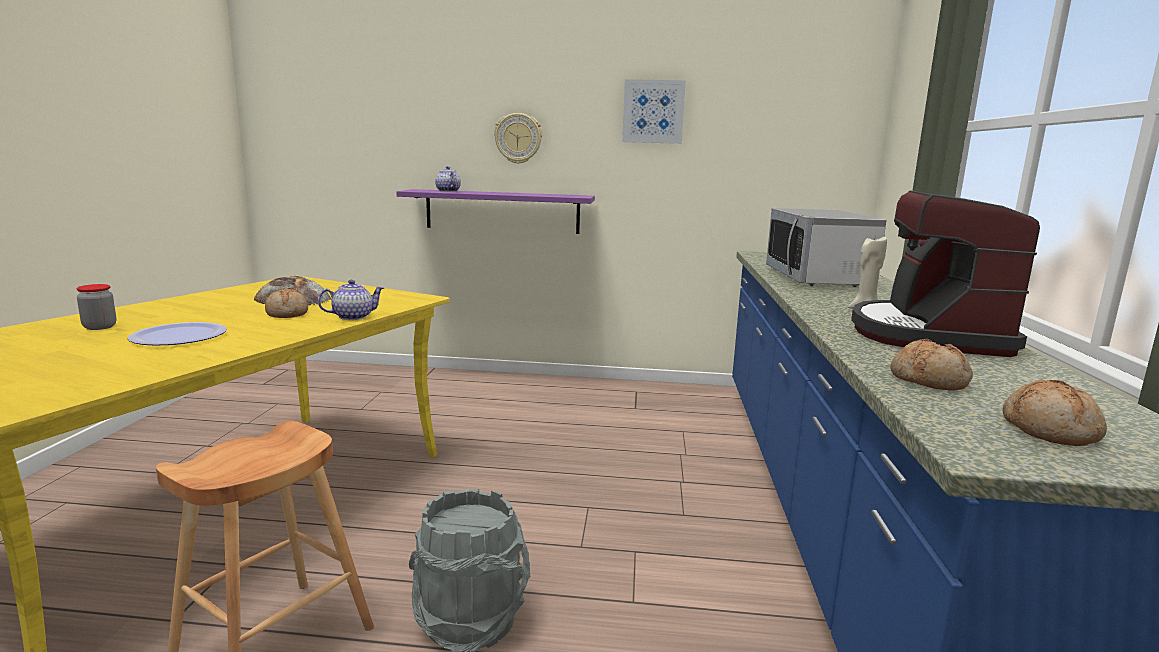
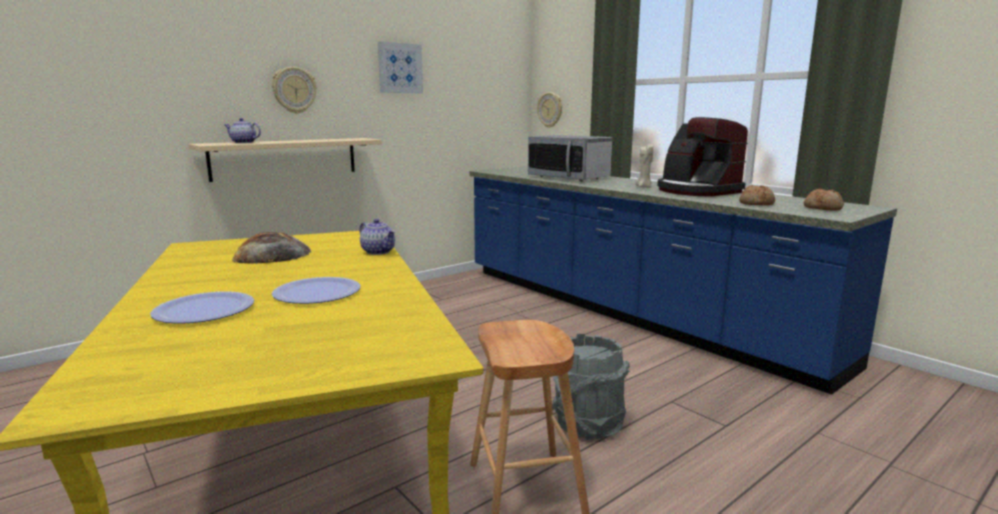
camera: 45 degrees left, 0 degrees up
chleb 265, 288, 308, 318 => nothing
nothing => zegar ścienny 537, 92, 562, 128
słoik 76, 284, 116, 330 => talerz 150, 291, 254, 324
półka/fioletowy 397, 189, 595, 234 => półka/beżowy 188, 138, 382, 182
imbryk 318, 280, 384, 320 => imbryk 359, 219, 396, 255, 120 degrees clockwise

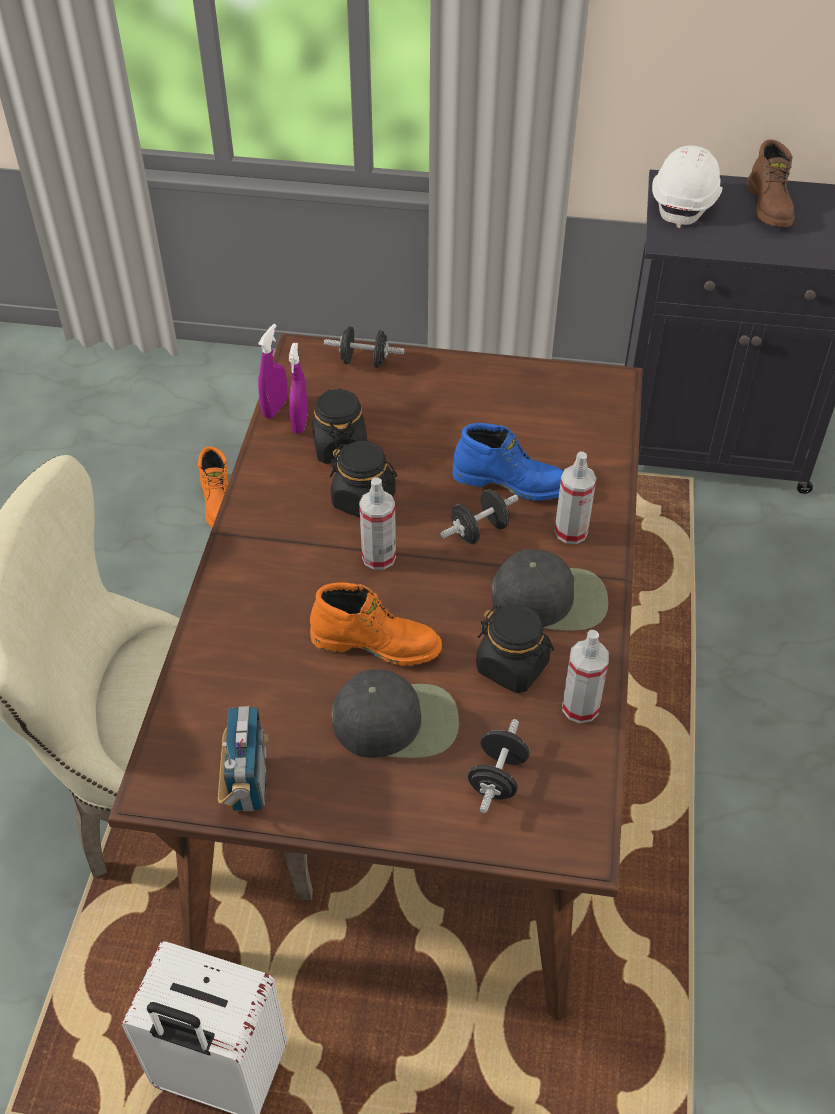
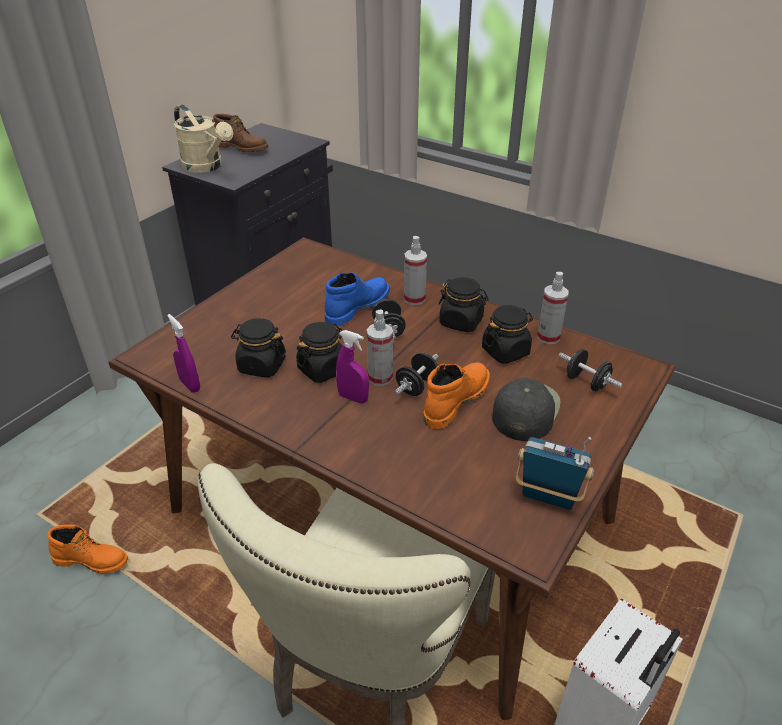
camera: 65 degrees left, 10 degrees down
spryskiwacz/fioletowy 289, 343, 308, 434 => spryskiwacz/fioletowy 336, 330, 369, 403, move
hantel/czarny 324, 326, 404, 368 => hantel/czarny 395, 352, 438, 396, move
czapka z daszkiem/czarny 491, 549, 608, 631 => słoik/czarny 438, 277, 489, 332
kask/biały 652, 145, 723, 228 => konewka/beżowy 174, 105, 233, 173

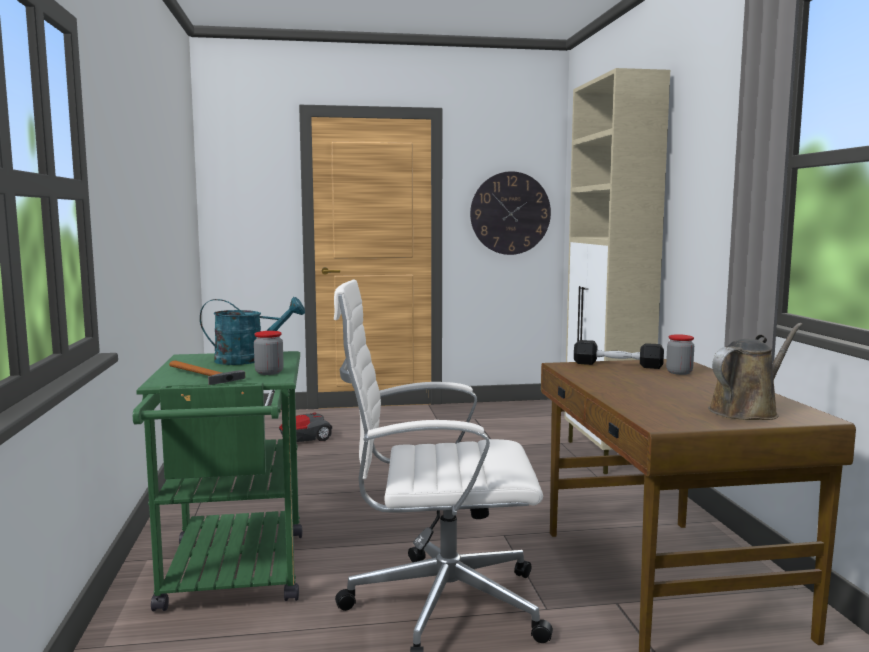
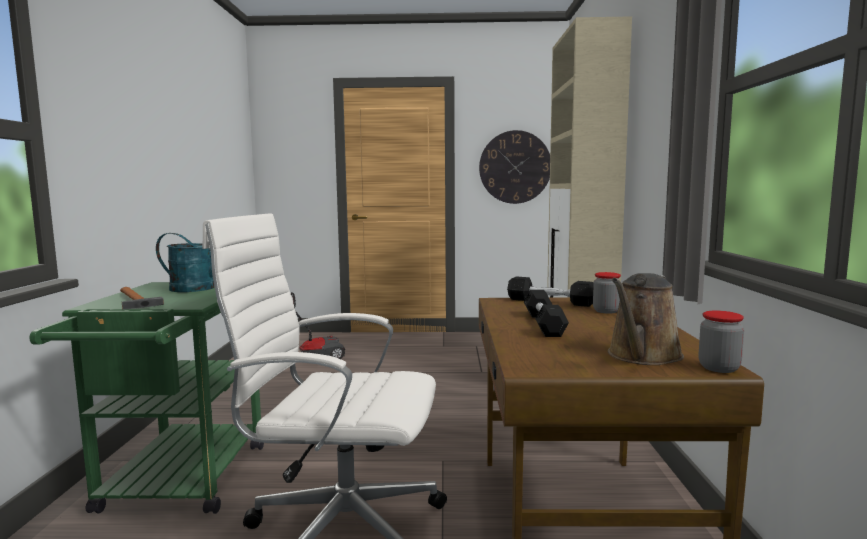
camera: 10 degrees right, 0 degrees up
nothing => hantel/czarny 524, 290, 569, 337
słoik 254, 331, 284, 375 => słoik 698, 310, 744, 373, move
konewka/brązowy 708, 323, 803, 420 => konewka/brązowy 608, 273, 684, 365, 150 degrees clockwise

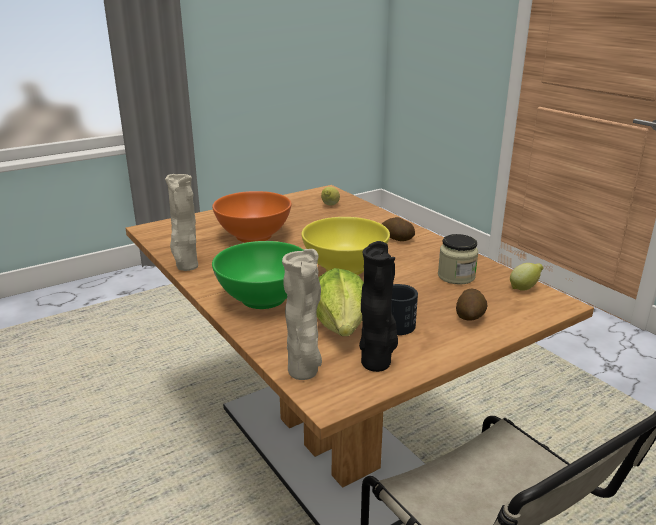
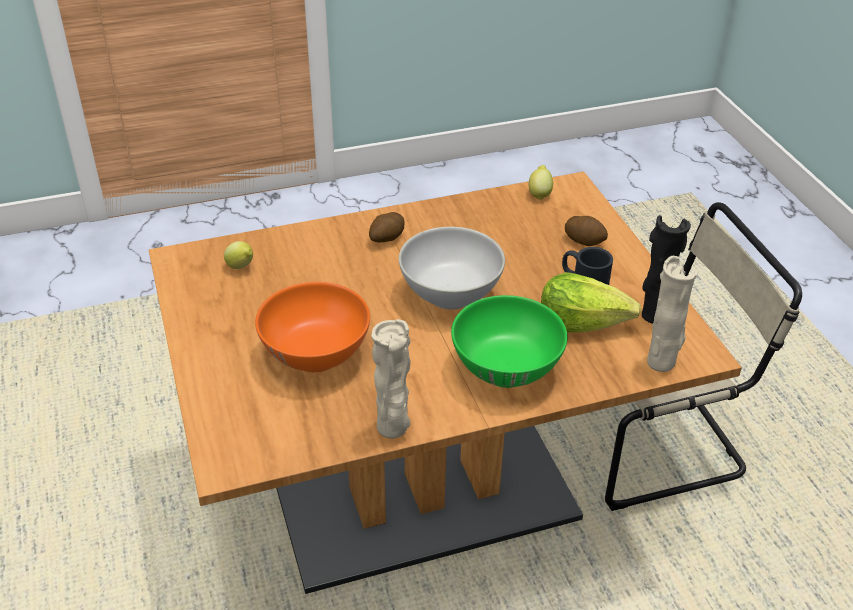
camera: 75 degrees left, 15 degrees up
słoik 438, 234, 478, 285 => nothing
miska/żółty 301, 217, 390, 275 => miska/biały 399, 227, 505, 310

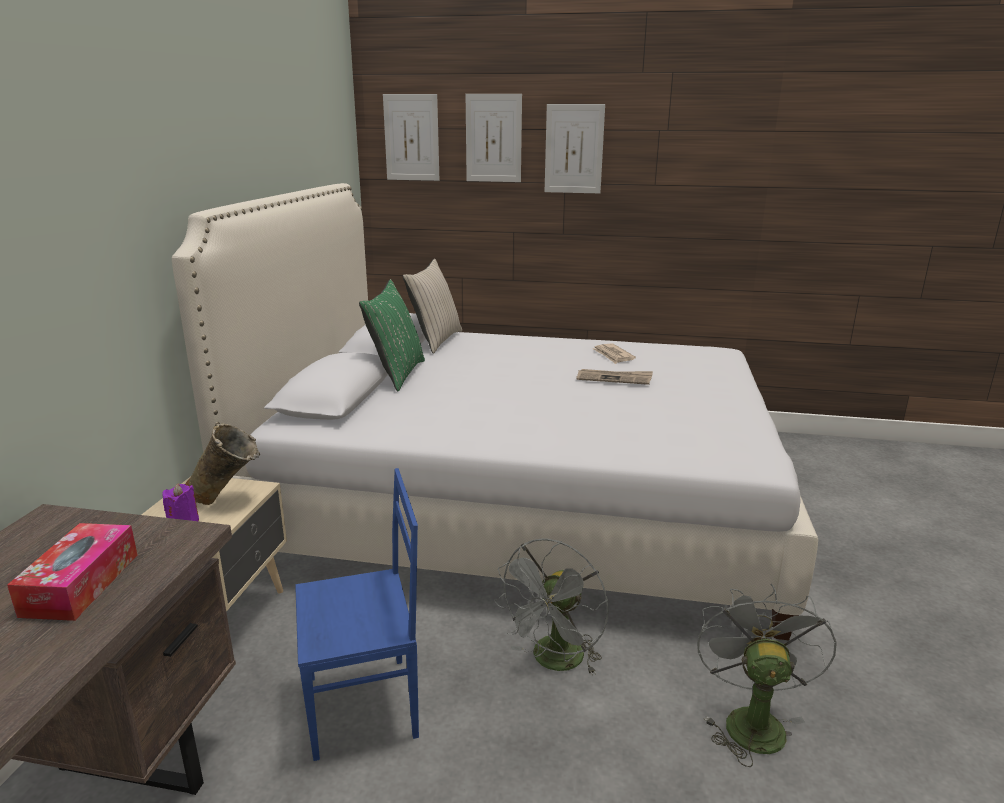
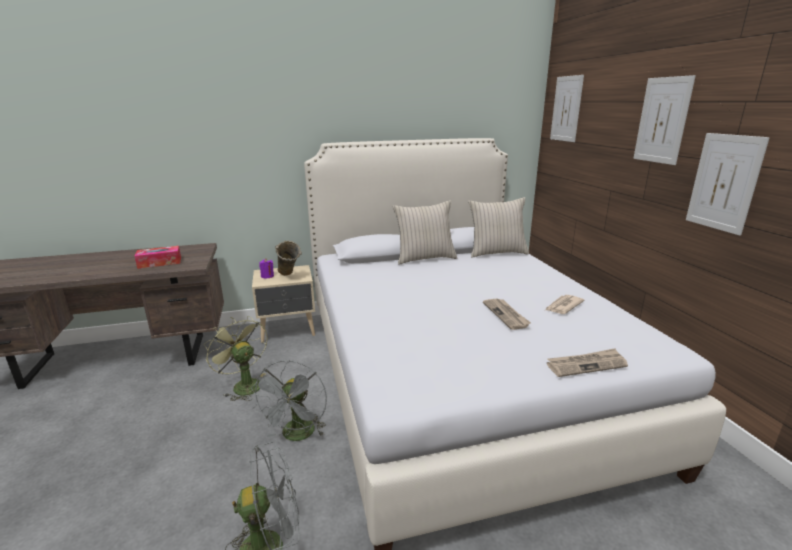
camera: 65 degrees right, 0 degrees up
nothing => gazeta 547, 348, 628, 377
obraz 466, 94, 522, 182 => obraz 686, 133, 770, 236, move
krzesło/niebieski 295, 468, 419, 761 => wentylator/zielony 204, 316, 268, 401
poduszka/zielony 359, 279, 425, 391 => poduszka/beżowy 392, 200, 457, 265
wentylator/szary 494, 539, 608, 676 => wentylator/szary 251, 360, 327, 441, 90 degrees counterclockwise

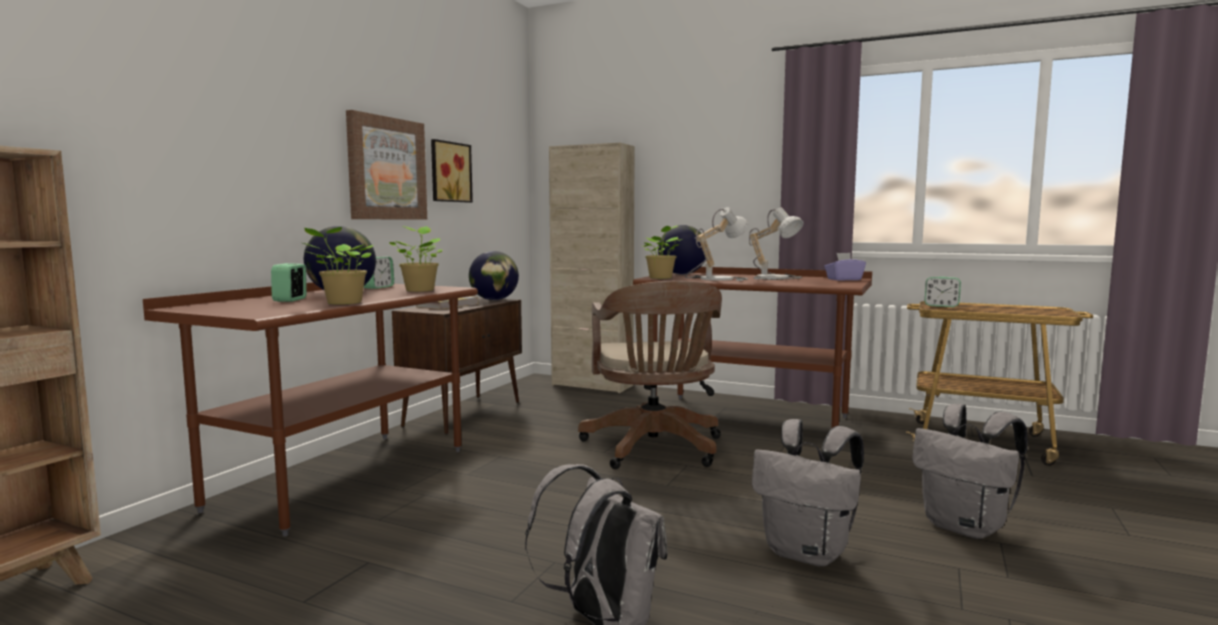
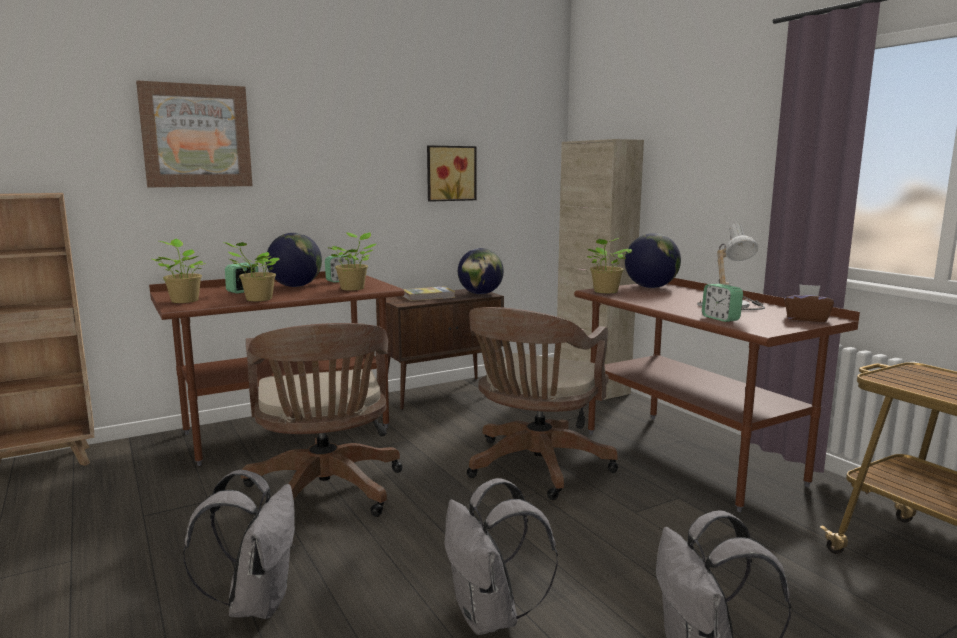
camera: 35 degrees right, 5 degrees up
lampa stołowa 685, 207, 749, 281 => nothing
nothing => roślina doniczkowa 152, 239, 206, 303
nothing => krzesło biurowe/brązowy 241, 323, 403, 517
obraz 346, 110, 427, 220 => obraz 136, 80, 253, 187, move
budzik 925, 277, 961, 307 => budzik 702, 284, 743, 322, move
pudełko chusteczek/fioletowy 824, 253, 866, 281 => pudełko chusteczek/brązowy 784, 284, 834, 322

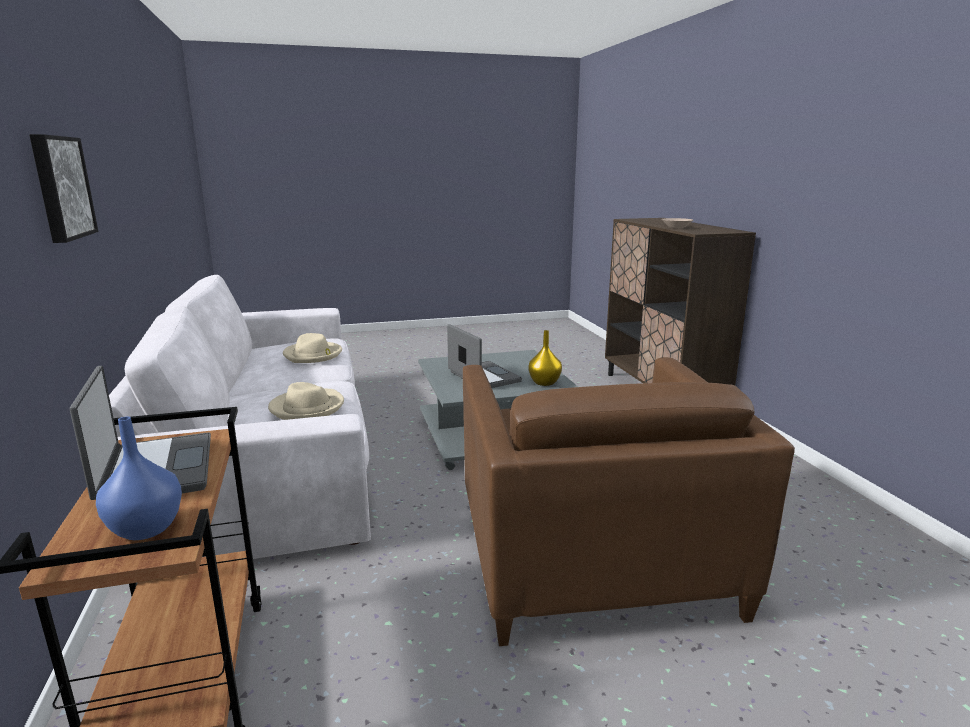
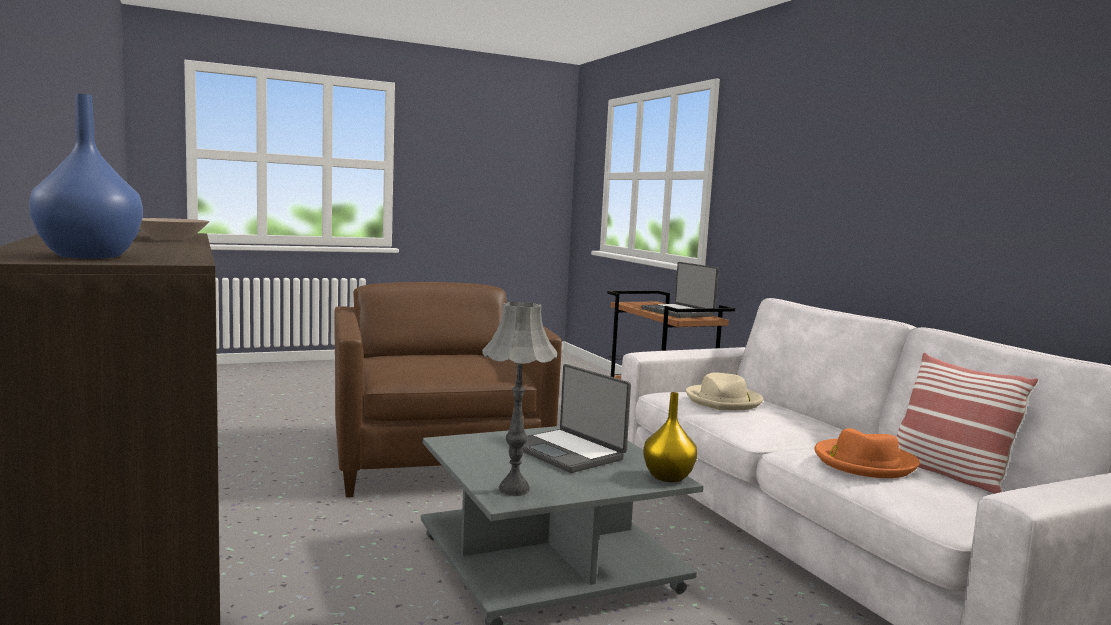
camera: 170 degrees right, 10 degrees down
obraz 29, 134, 98, 243 => nothing
nothing => lampa stołowa/szary 482, 302, 557, 496
nothing => poduszka 896, 353, 1038, 494
wazon/niebieski 96, 416, 182, 540 => wazon/niebieski 29, 94, 143, 259, move
wazon/żółty 528, 330, 562, 386 => wazon/żółty 643, 392, 697, 482, move
kapelusz/beżowy 283, 333, 342, 363 => kapelusz/pomarańczowy 815, 428, 920, 478

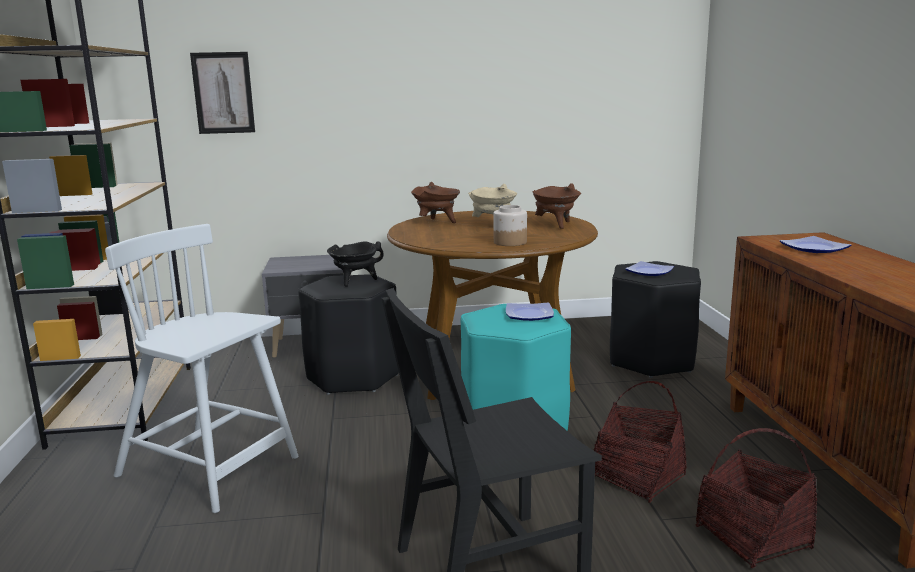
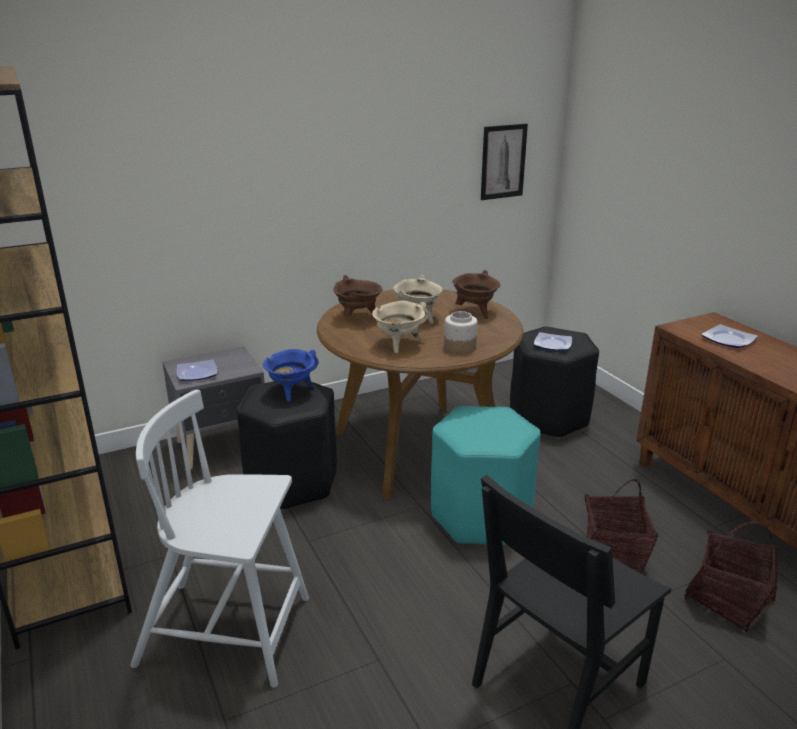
camera: 20 degrees left, 10 degrees up
nothing => garnek/beżowy 372, 301, 428, 354
obraz 190, 52, 255, 134 => obraz 481, 124, 528, 200, move
talerz 506, 303, 554, 321 => talerz 177, 359, 217, 381, move
garnek/czarny 327, 241, 384, 287 => garnek/niebieski 263, 349, 319, 402

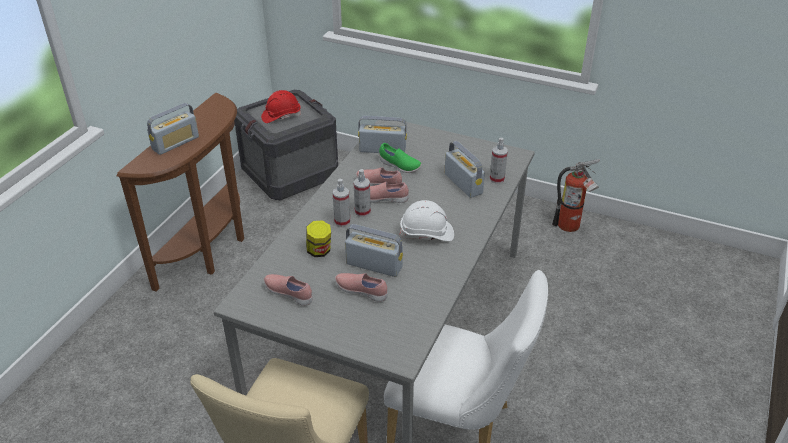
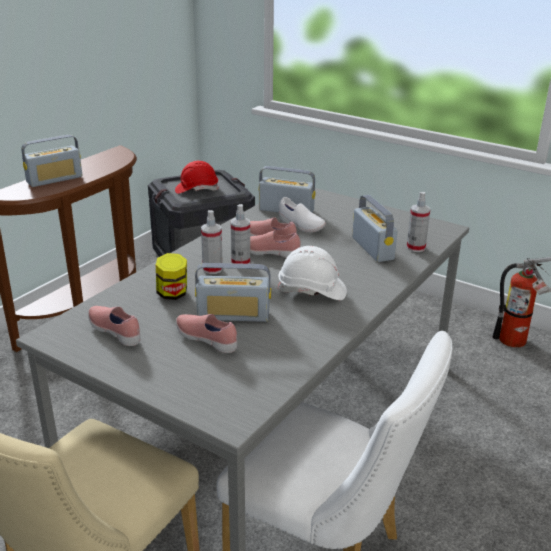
camera: 10 degrees right, 10 degrees down
but/zielony 379, 143, 422, 173 => but/biały 279, 197, 326, 233
radio 345, 224, 403, 277 => radio 195, 263, 271, 322, 150 degrees clockwise

